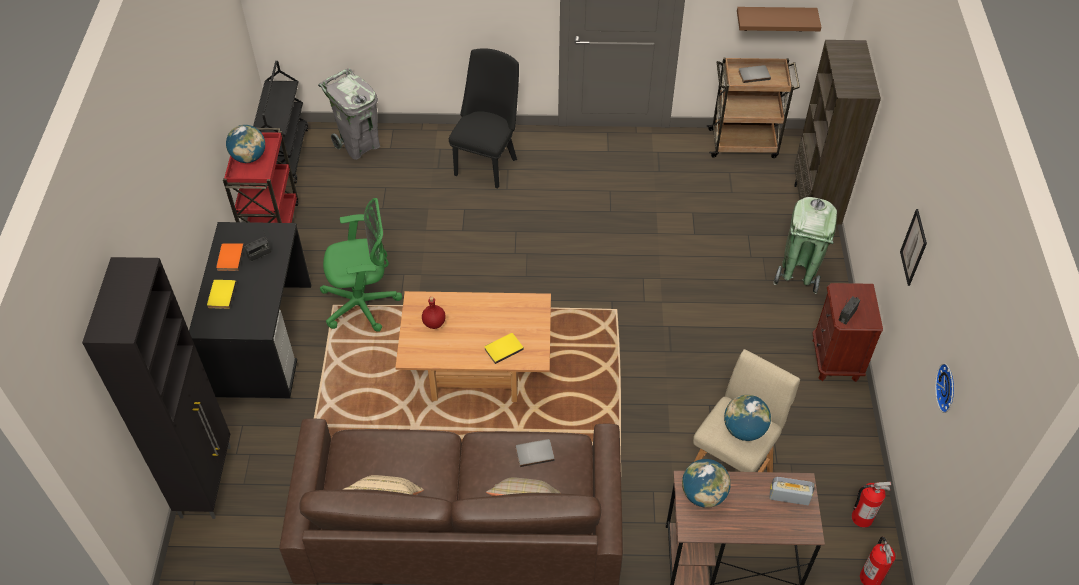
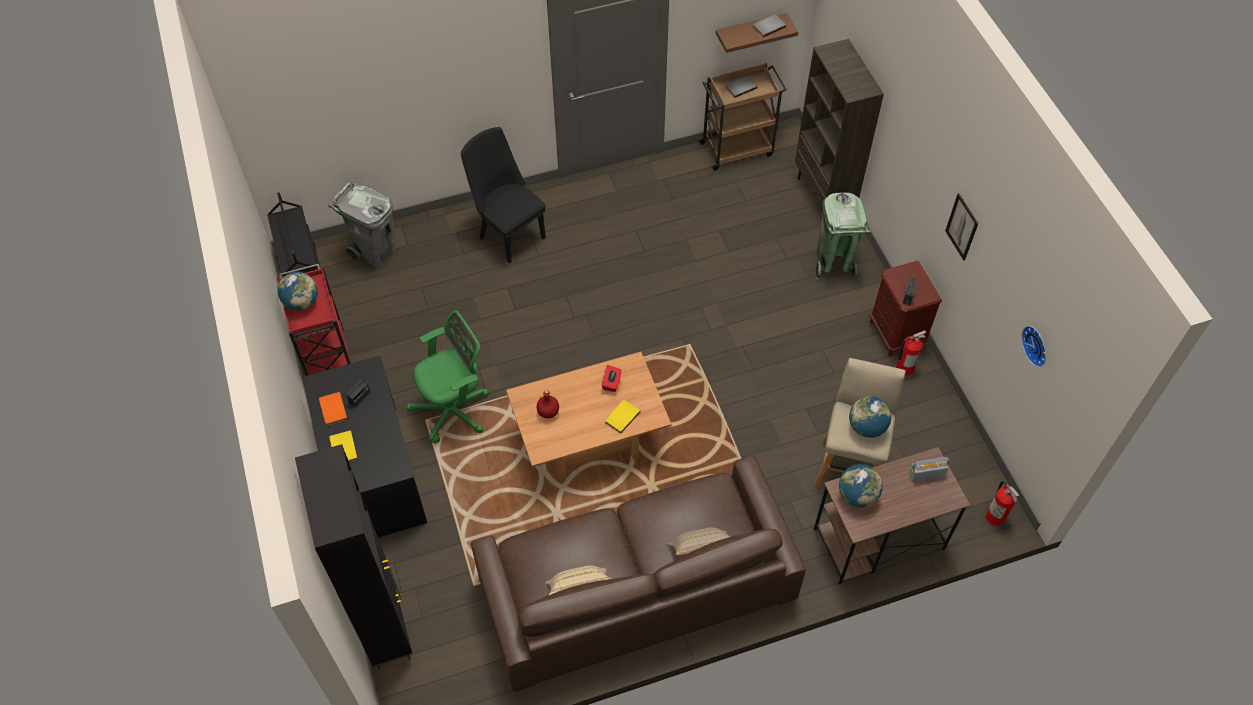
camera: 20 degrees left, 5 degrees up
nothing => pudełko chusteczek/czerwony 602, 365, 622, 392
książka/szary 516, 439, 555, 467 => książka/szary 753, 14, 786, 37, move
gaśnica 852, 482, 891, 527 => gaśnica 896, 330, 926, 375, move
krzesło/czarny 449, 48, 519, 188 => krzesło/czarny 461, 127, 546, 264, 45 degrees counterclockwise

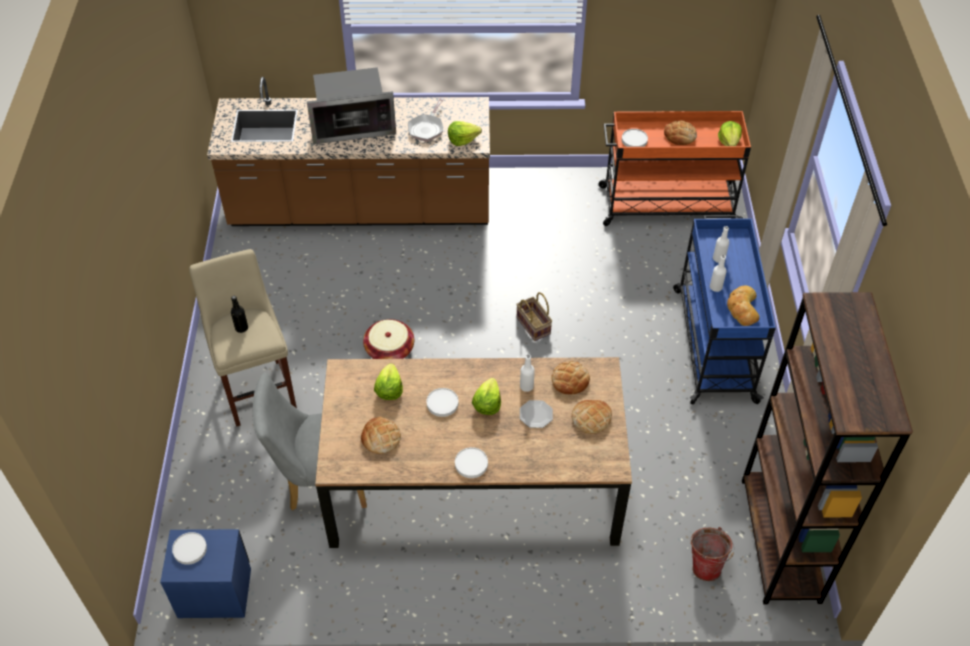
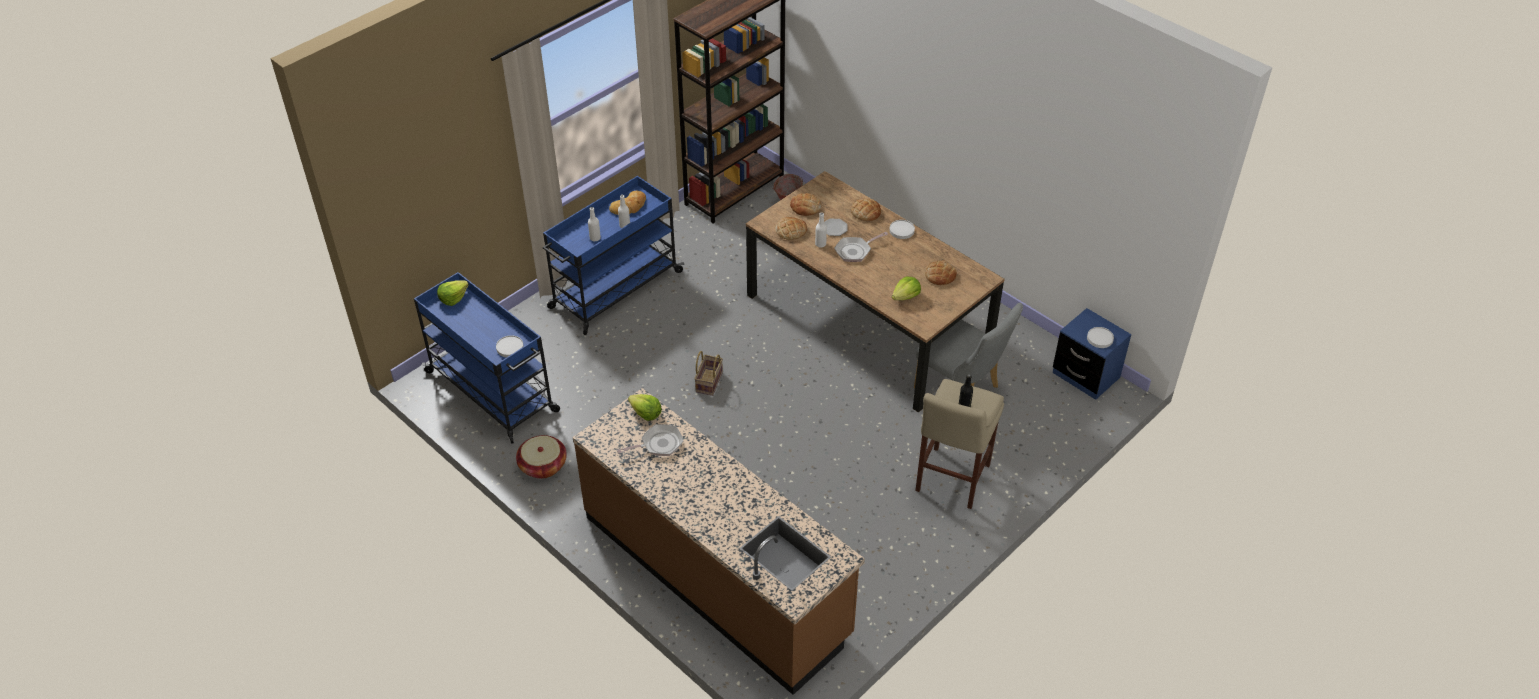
camera: 135 degrees left, 5 degrees down
mikrofalówka 307, 67, 396, 144 => nothing
talerz/biały 427, 388, 458, 417 => nothing
koszyk 363, 319, 414, 359 => koszyk 516, 435, 567, 479, move
chleb 664, 121, 697, 145 => chleb 851, 198, 881, 221, move
sałata 472, 378, 501, 415 => patelnia 834, 232, 888, 262
wózek/pomarańczowy 599, 111, 751, 226 => wózek/niebieski 414, 272, 560, 444

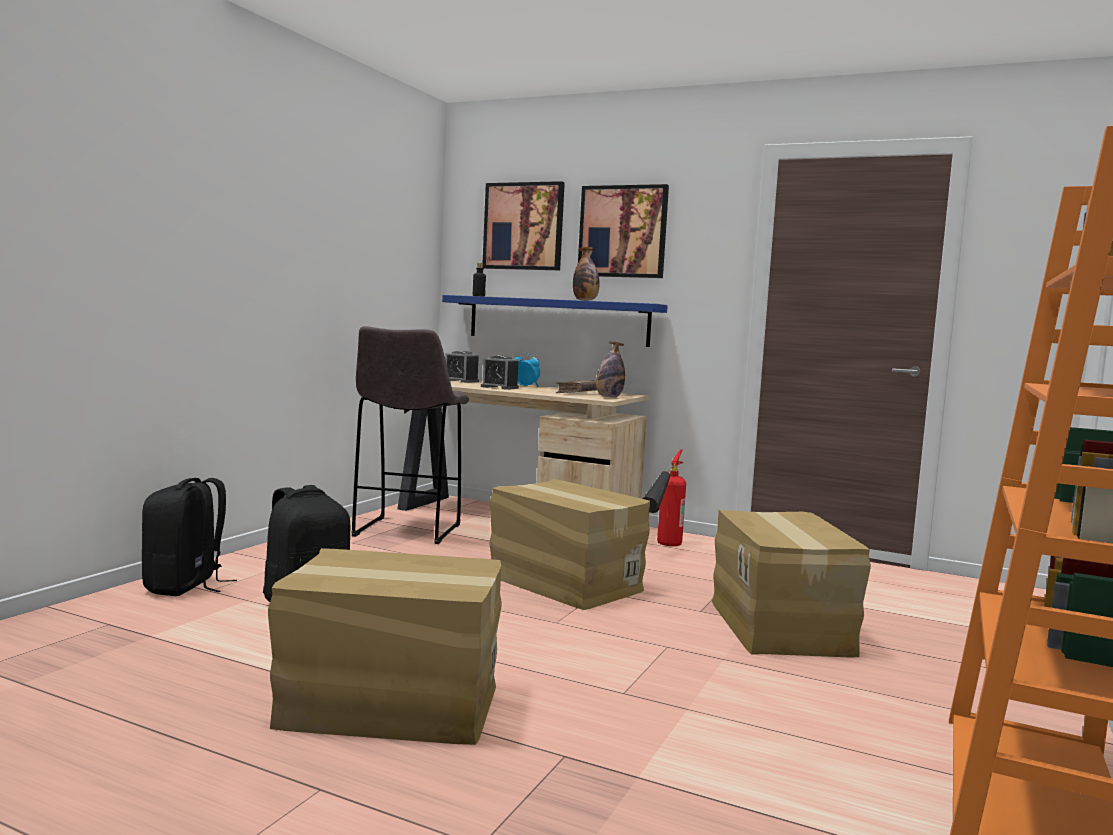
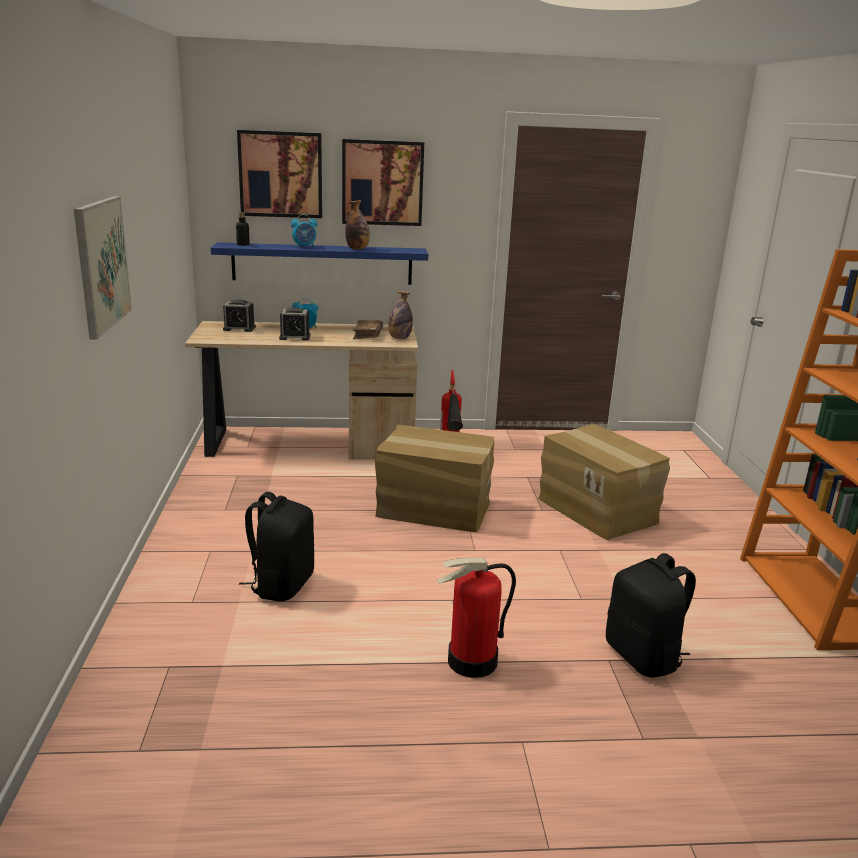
camera: 30 degrees left, 15 degrees up
stołek/szary 351, 326, 469, 544 => nothing
nothing => obraz 74, 196, 132, 340
nothing => budzik 291, 214, 317, 248
plecak/czarny 142, 478, 237, 596 => plecak/czarny 606, 553, 696, 678, move
karton 268, 548, 502, 745 => gaśnica 436, 558, 516, 678

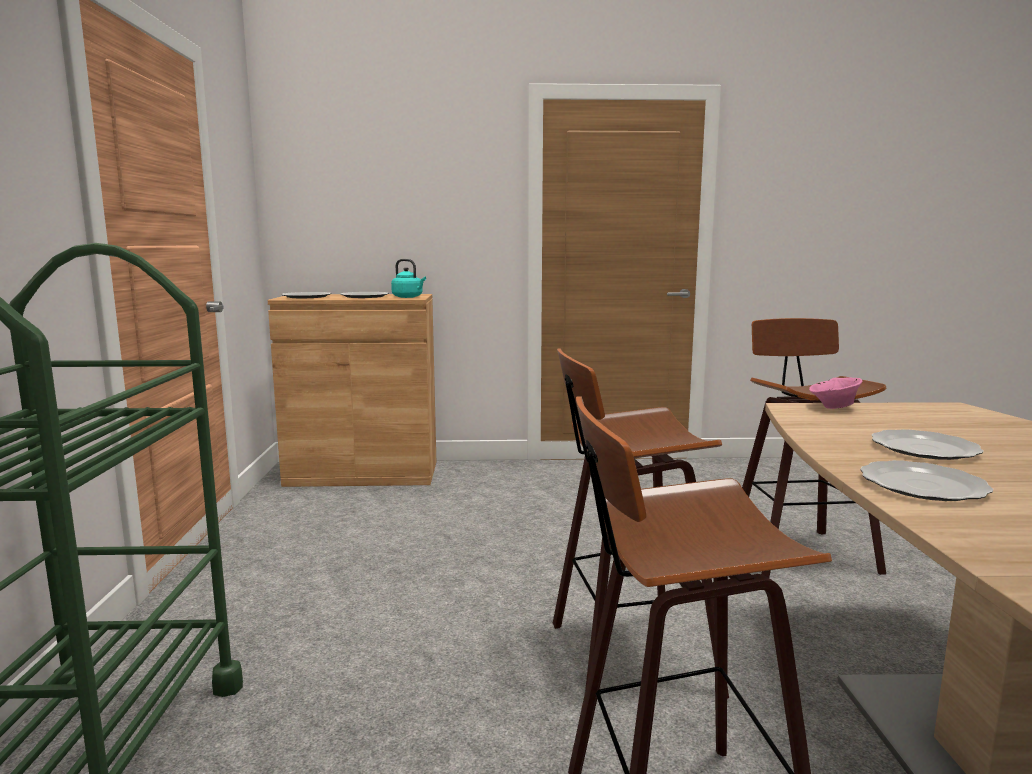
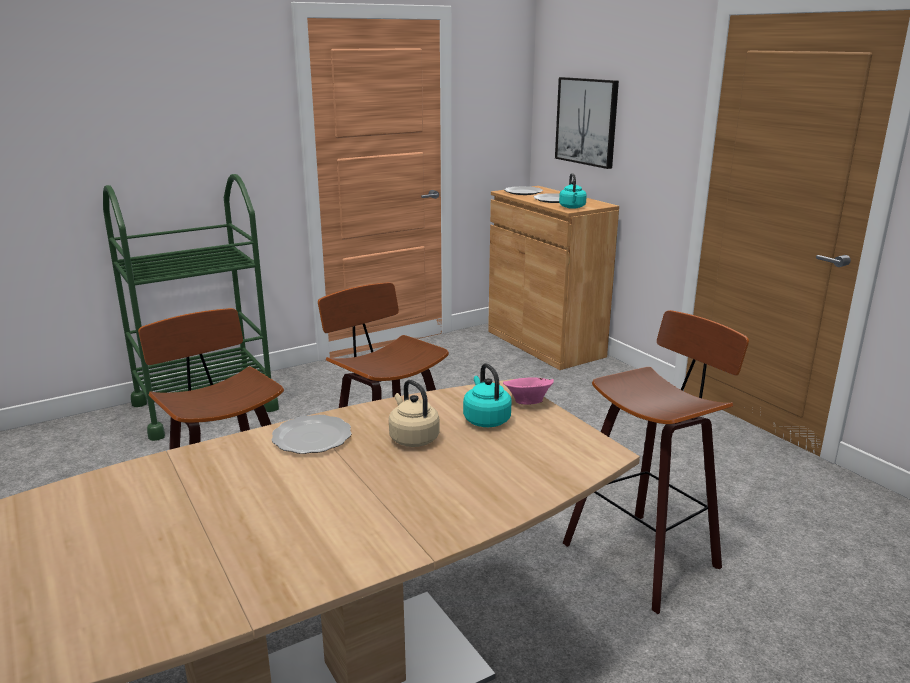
camera: 60 degrees right, 10 degrees up
nothing => czajnik/turkusowy 463, 363, 512, 427
nothing => obraz 555, 77, 619, 169
talerz 871, 429, 984, 460 => czajnik/beżowy 389, 380, 440, 447

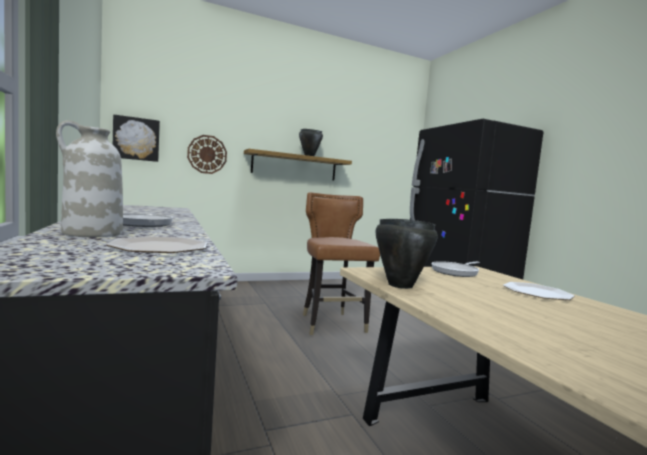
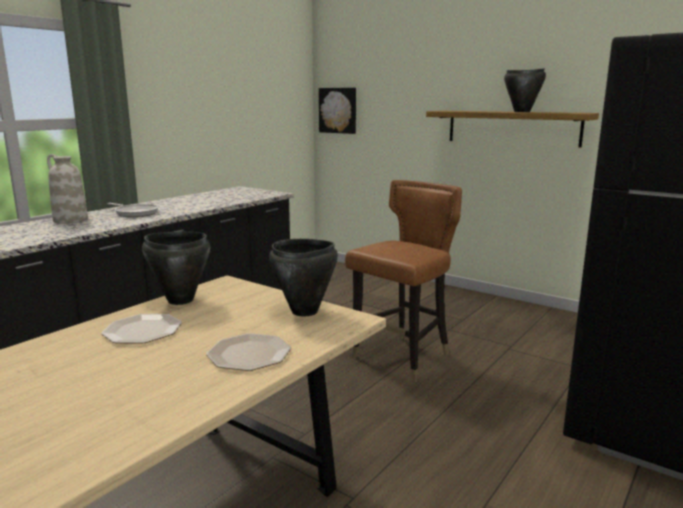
camera: 60 degrees right, 10 degrees up
zegar ścienny 187, 135, 227, 174 => nothing
talerz 106, 236, 207, 253 => talerz 101, 314, 182, 344, move
patelnia 432, 261, 480, 277 => garnek/czarny 269, 239, 338, 316

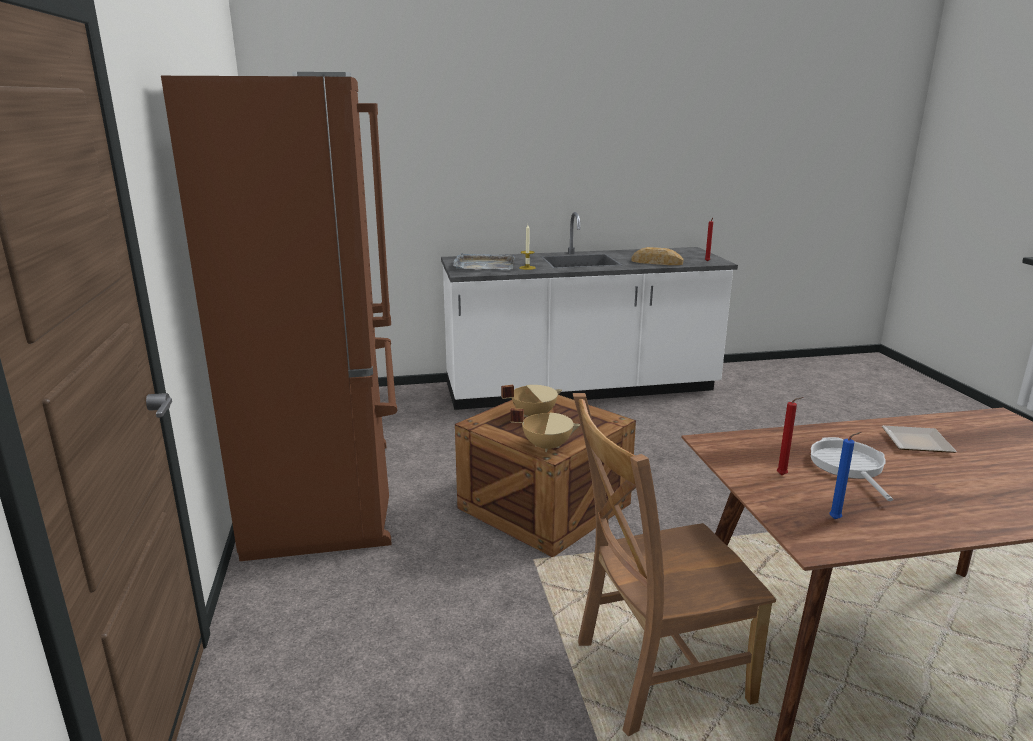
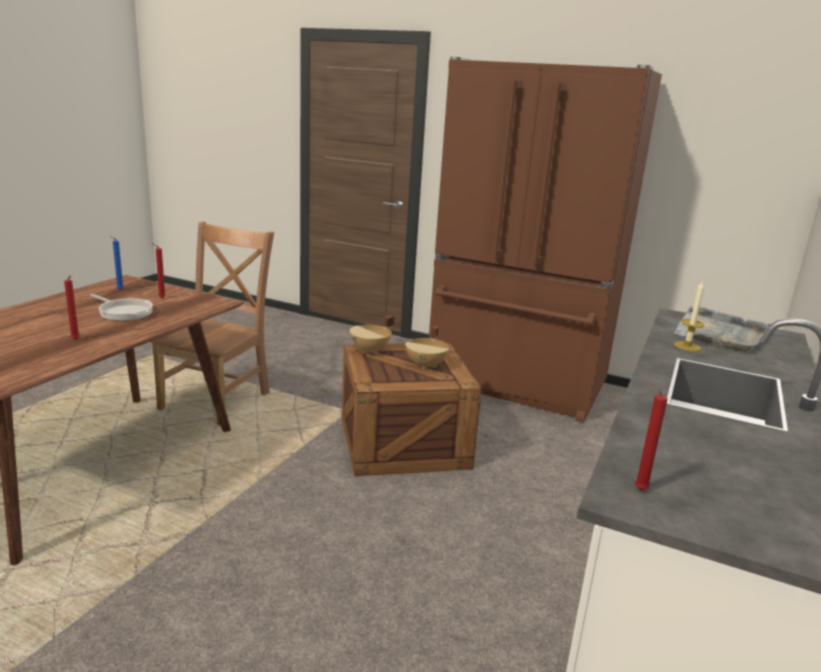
camera: 125 degrees right, 0 degrees up
chleb 631, 247, 683, 265 => nothing
talerz 882, 426, 957, 453 => świeca/czerwony 64, 275, 80, 340

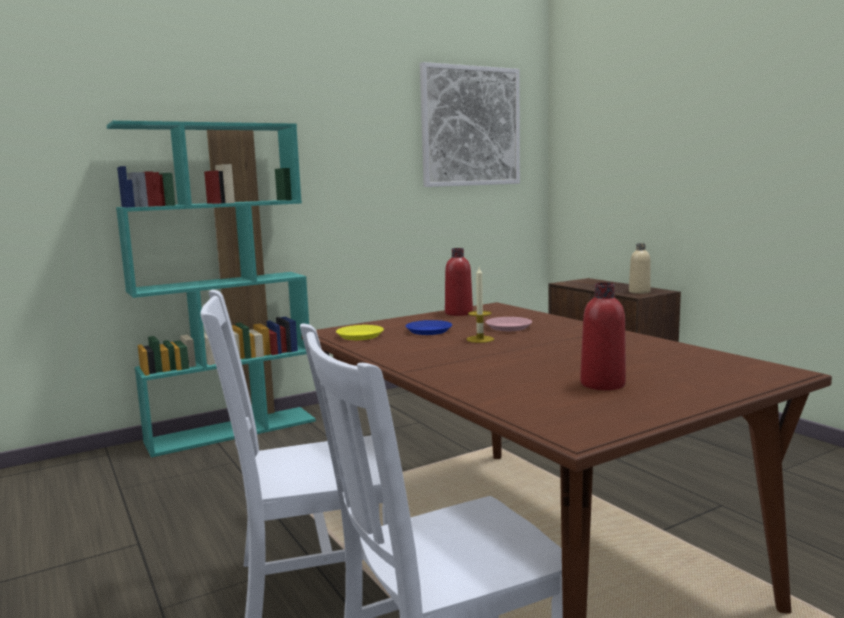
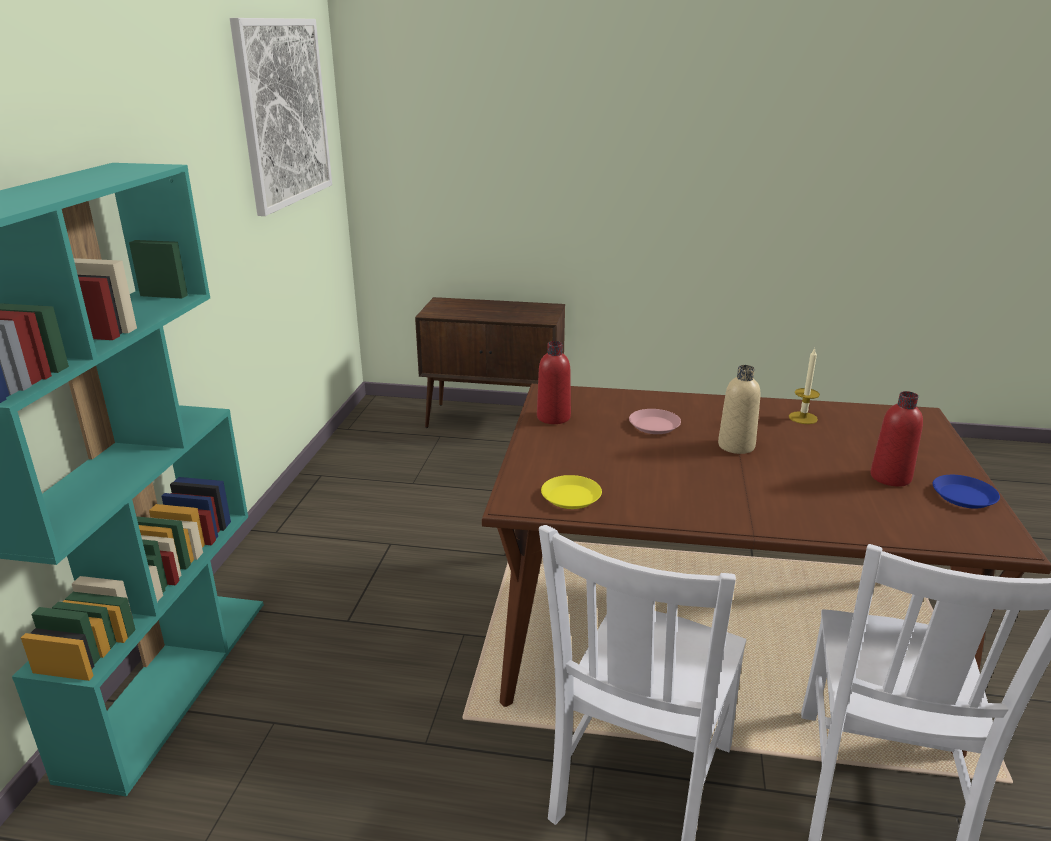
camera: 50 degrees left, 15 degrees up
talerz/niebieski 405, 320, 452, 335 => talerz/niebieski 933, 475, 1000, 509, move
świeca 466, 267, 494, 343 => świeca 789, 348, 820, 424, move
butelka/beżowy 629, 243, 651, 294 => butelka/beżowy 718, 365, 761, 454, move

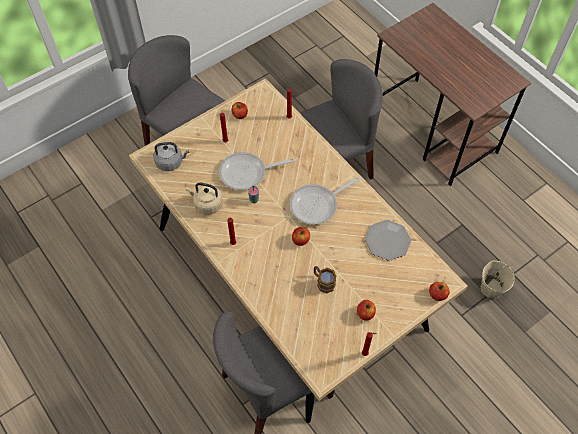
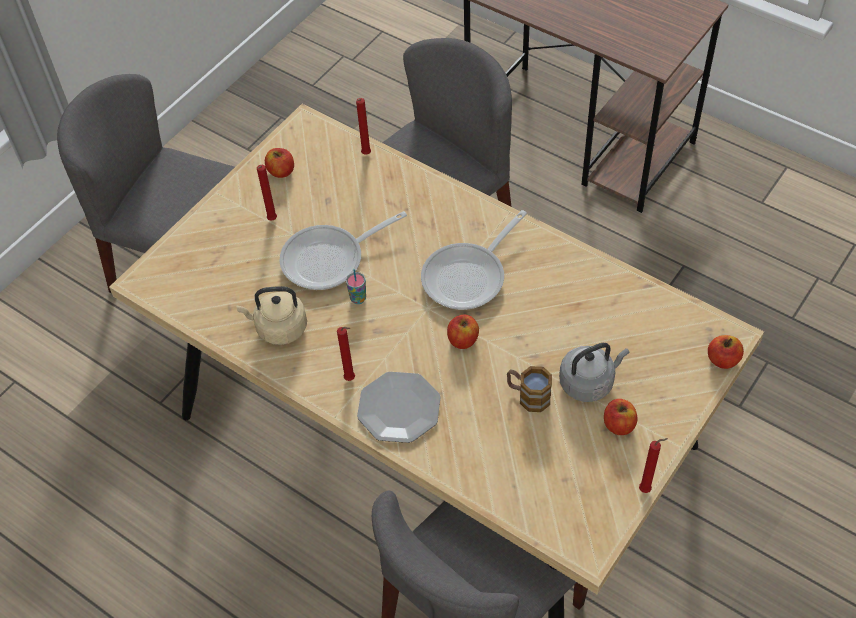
camera: 15 degrees left, 5 degrees down
wiadro/beżowy 481, 261, 515, 298 => nothing
czajnik/szary 153, 142, 189, 171 => czajnik/szary 559, 343, 629, 402, move
talerz 365, 220, 411, 261 => talerz 357, 372, 441, 443, move

